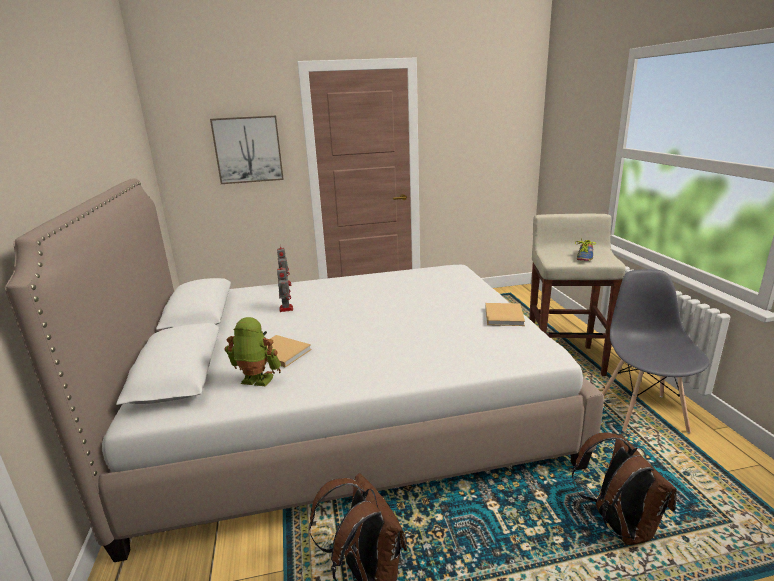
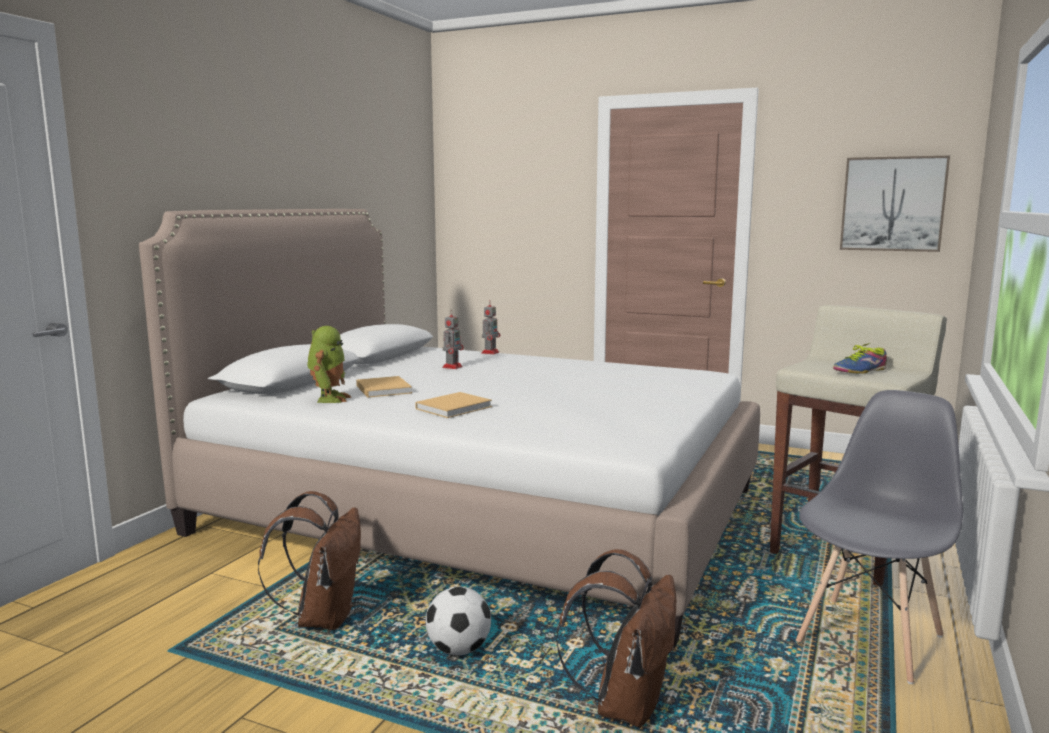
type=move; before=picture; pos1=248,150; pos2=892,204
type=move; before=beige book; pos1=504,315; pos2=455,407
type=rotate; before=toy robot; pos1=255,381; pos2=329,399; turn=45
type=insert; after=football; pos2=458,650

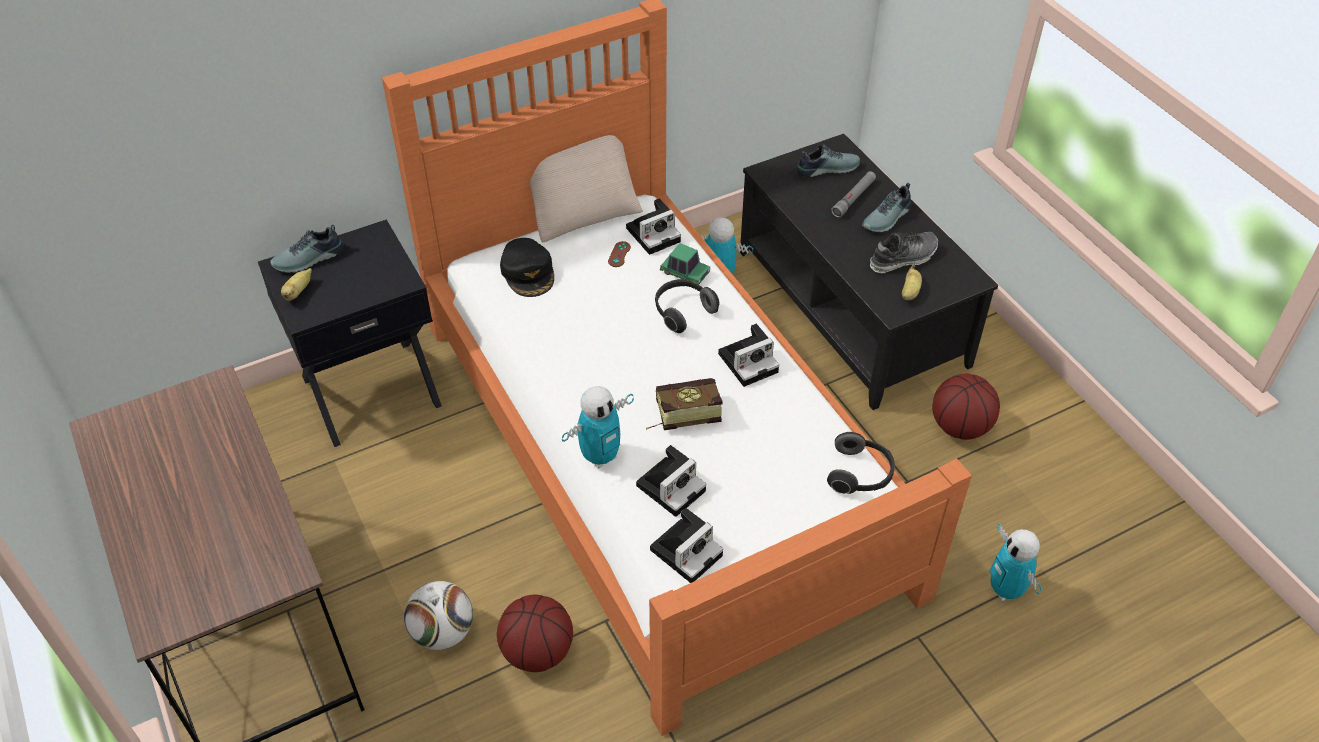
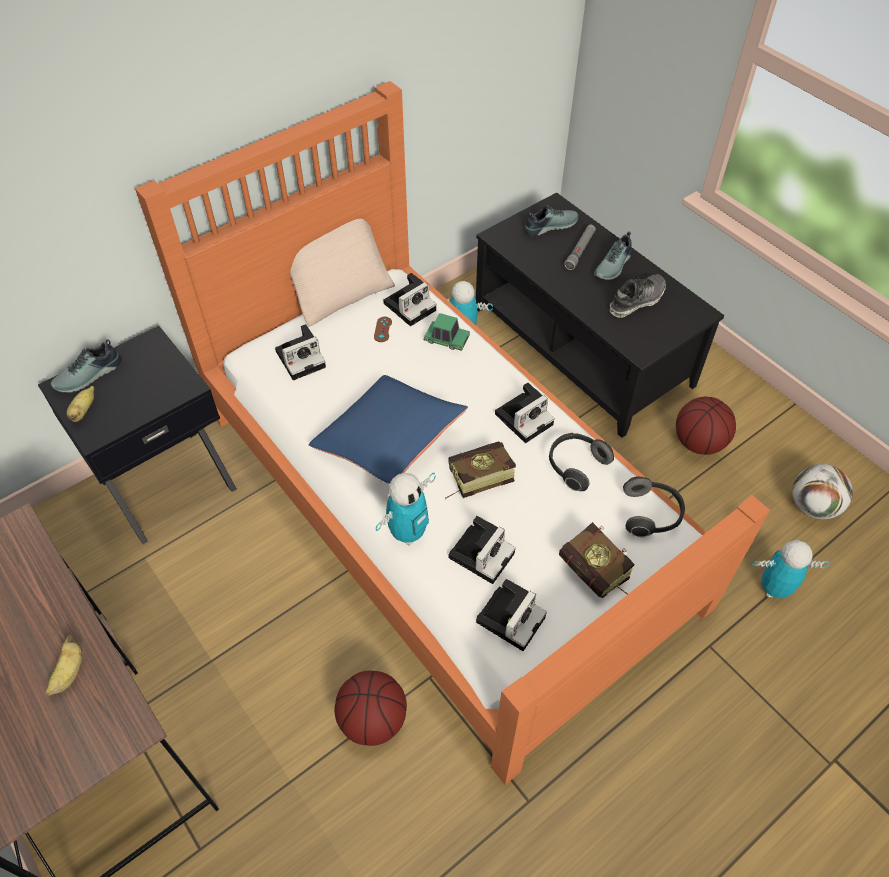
type=replace; before=black cap; after=photo camera; pos1=528,272; pos2=302,358
type=move; before=banana; pos1=909,292; pos2=69,673
type=move; before=headphones; pos1=682,312; pos2=575,466
type=rotate; before=toy robot; pos1=1006,590; pos2=774,588; turn=120
type=move; before=football; pos1=442,632; pos2=812,506
type=insert; after=blue pillow; pos2=389,440
type=insert; after=book; pos2=598,577

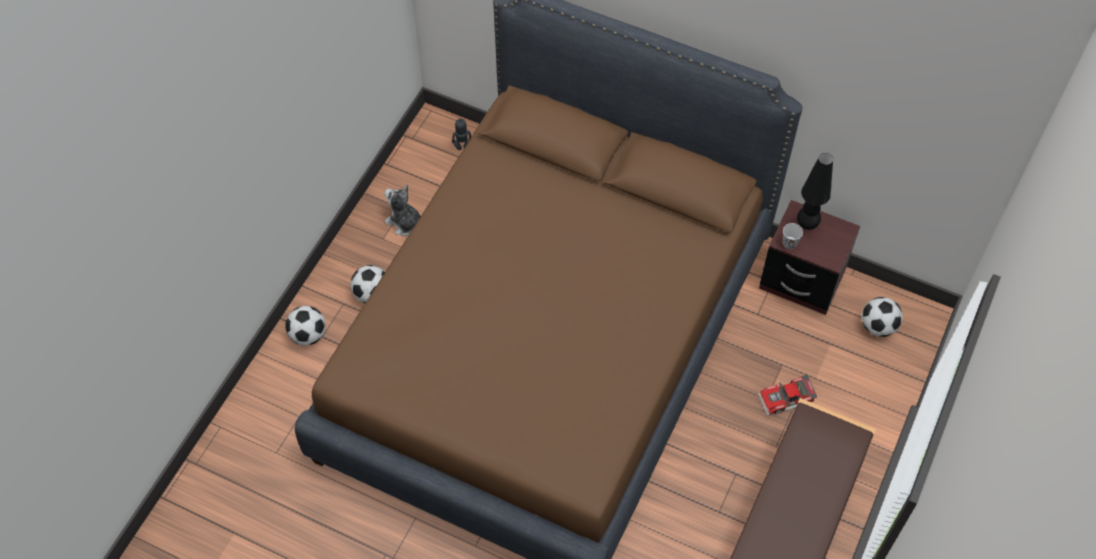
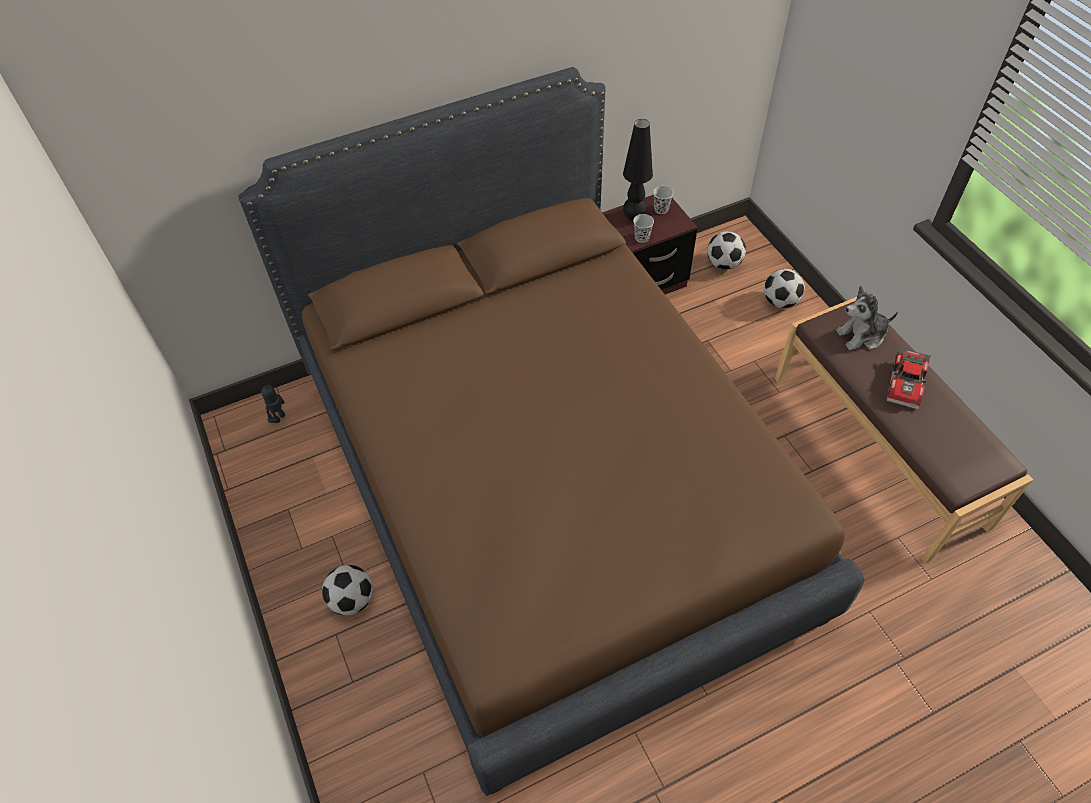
type=move; before=plush toy; pos1=405,223; pos2=862,335
type=move; before=football; pos1=308,335; pos2=780,301
type=move; before=toy car; pos1=786,400; pos2=907,384
type=insert; after=black cup; pos2=661,209

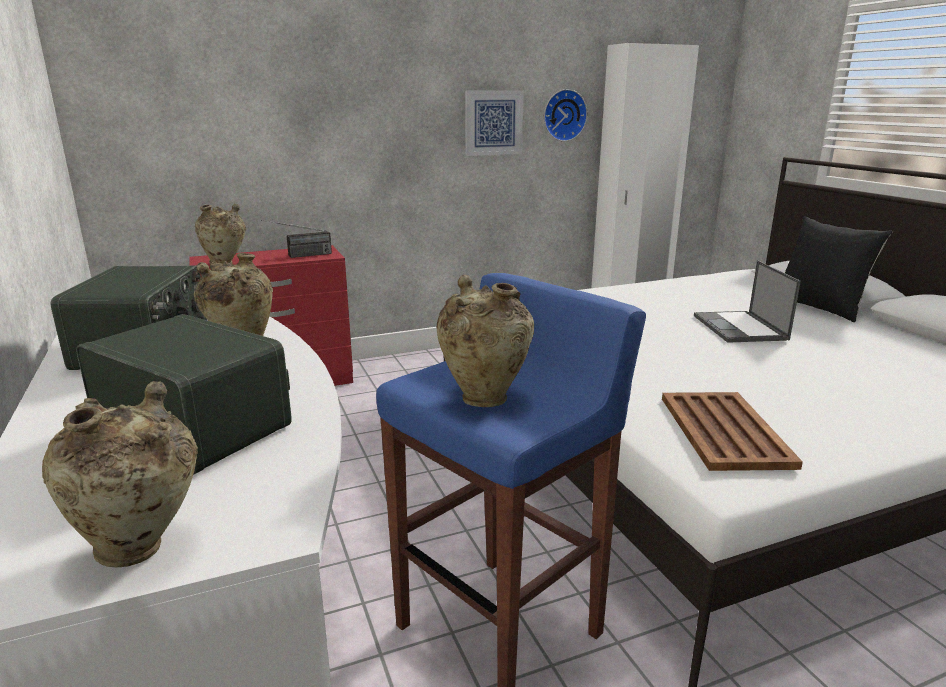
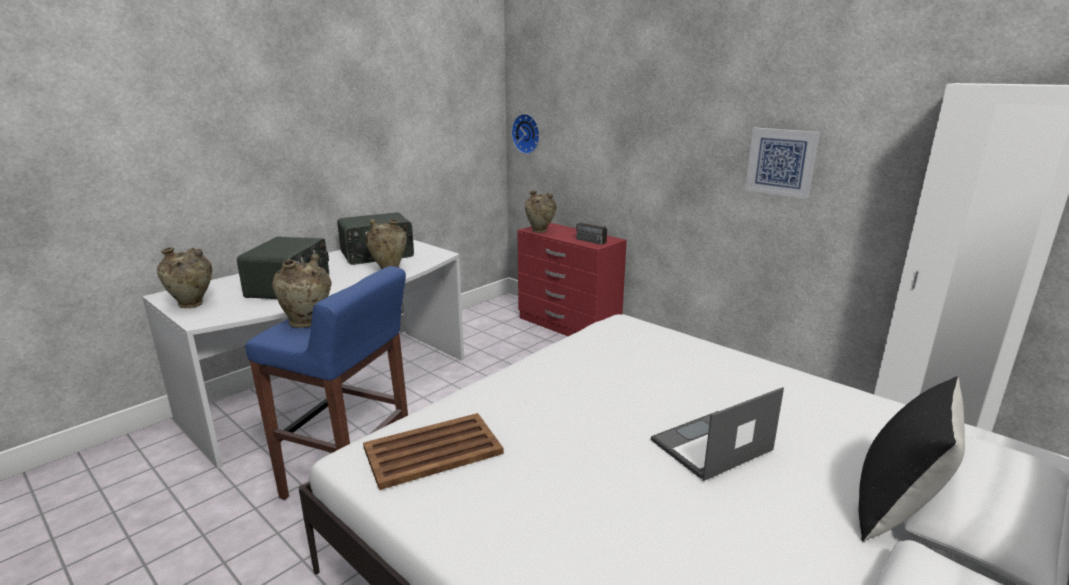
type=move; before=wall clock; pos1=563,115; pos2=527,133

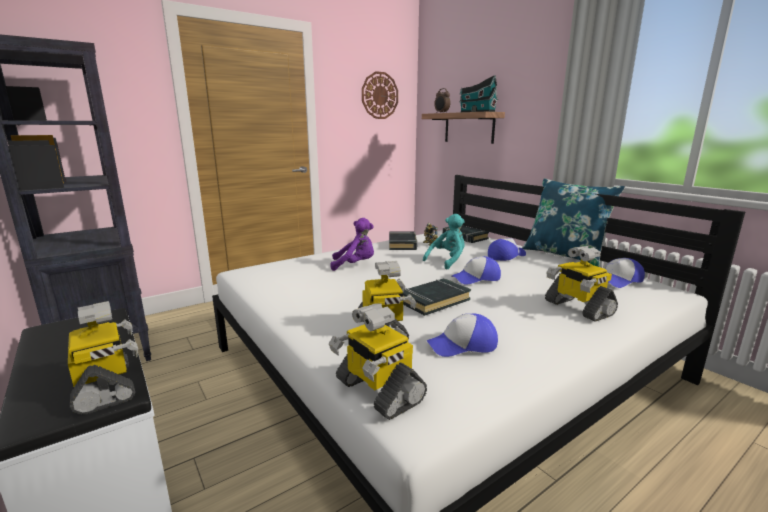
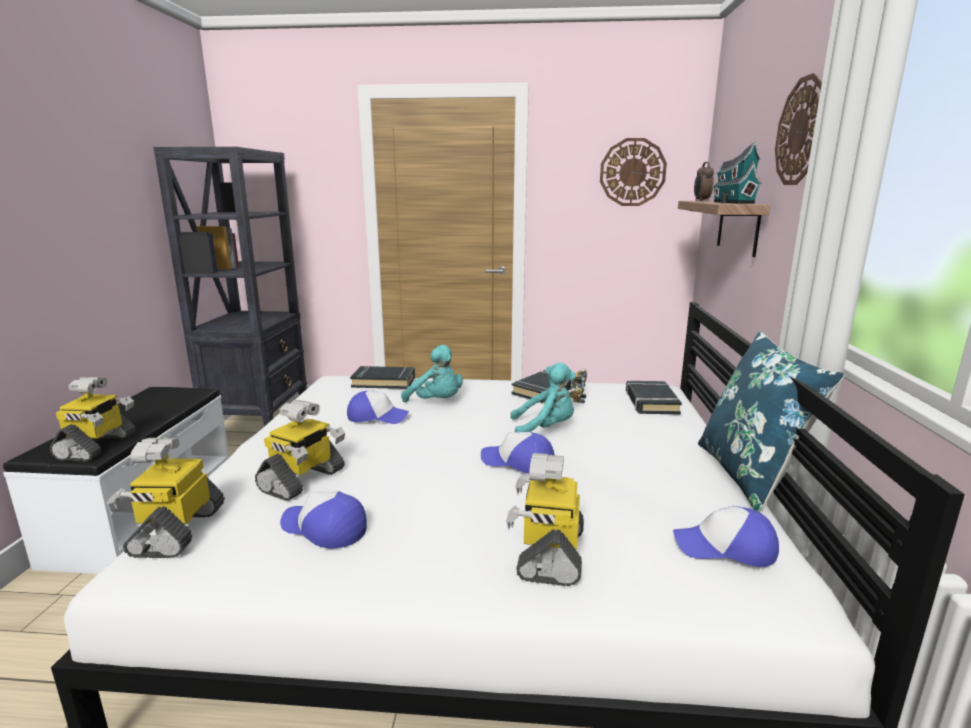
type=recolor; before=purple plush toy; after=turquoise plush toy; pos1=355,265; pos2=437,402
type=move; before=cap; pos1=506,256; pos2=377,417
type=move; before=black book; pos1=434,301; pos2=384,382
type=insert; after=wall clock; pos2=800,131

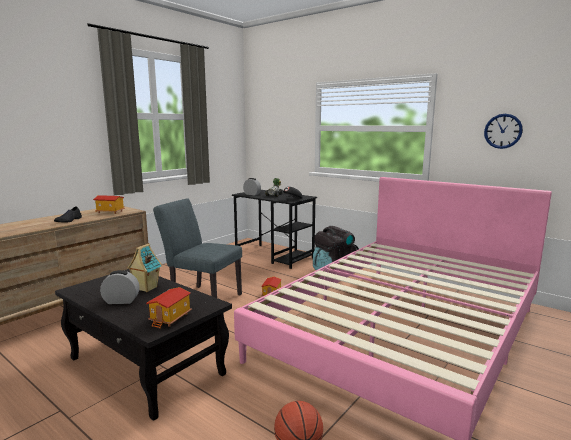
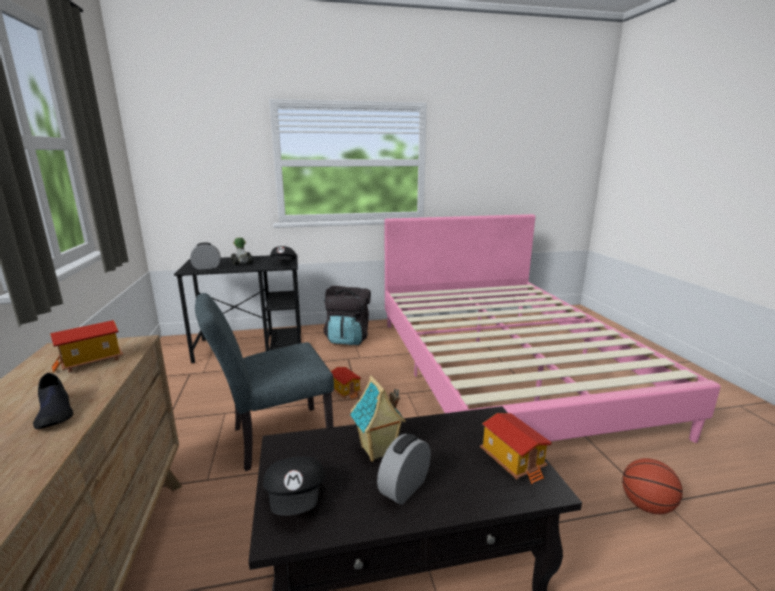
type=delete; before=wall clock; pos1=503,131
type=insert; after=black cap; pos2=296,497

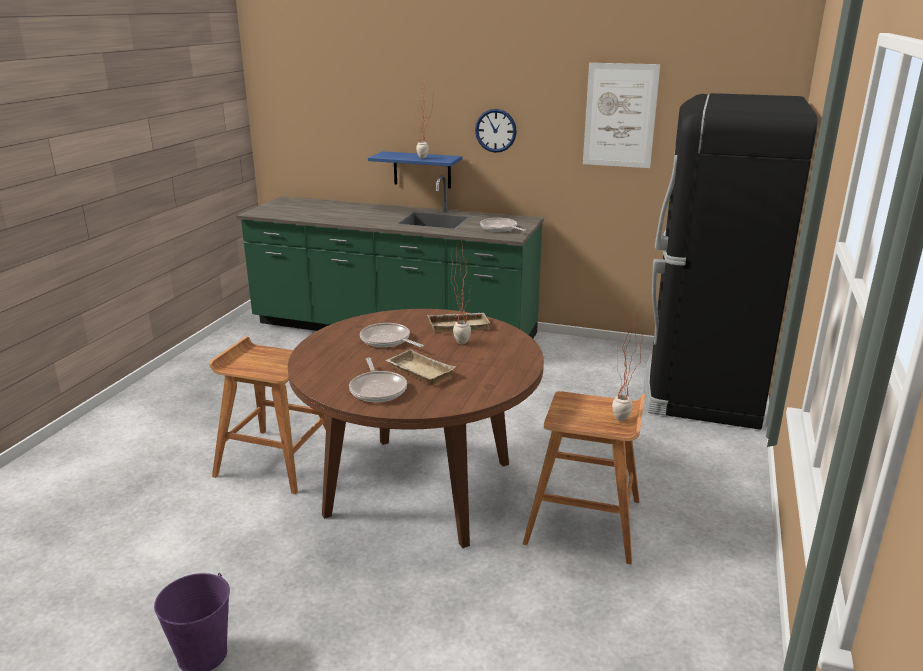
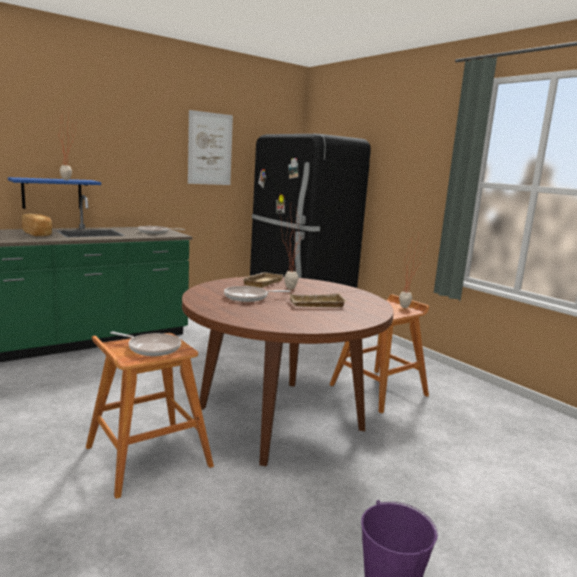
type=delete; before=wall clock; pos1=495,130
type=move; before=frying pan; pos1=378,389; pos2=152,348
type=insert; after=bread; pos2=38,233

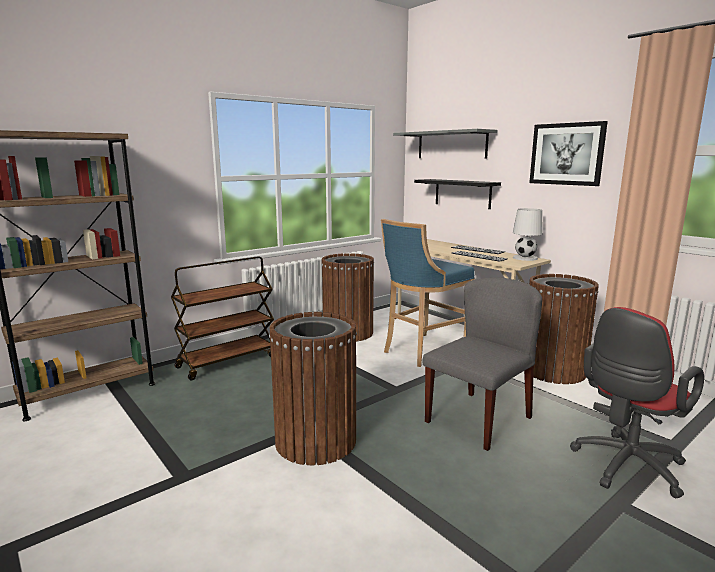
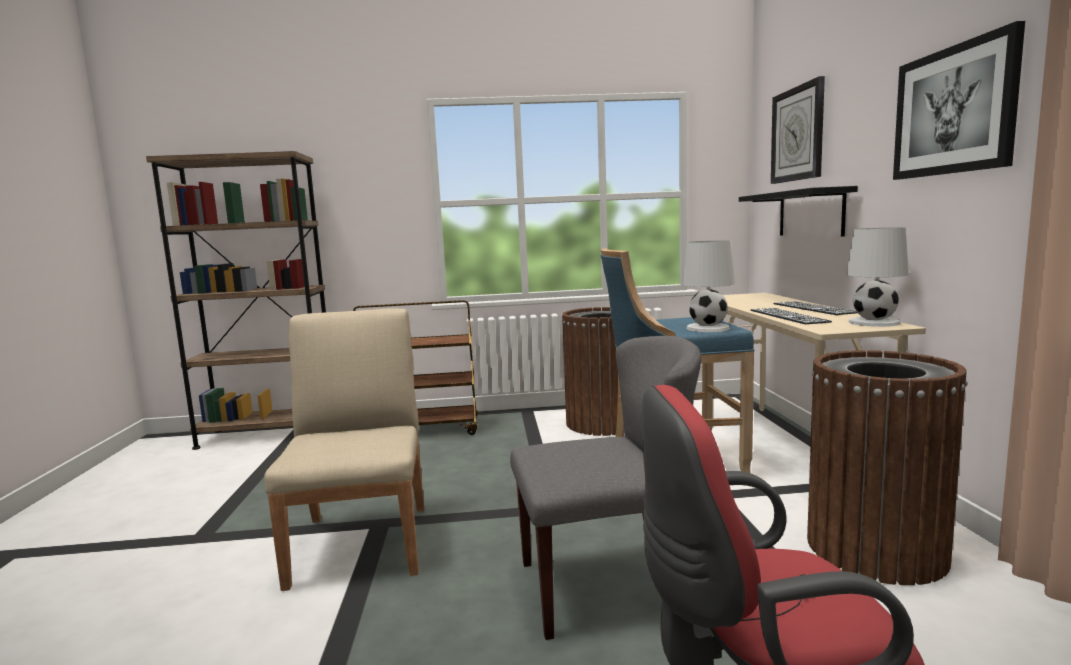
type=replace; before=grey shelf; after=wall clock; pos1=451,145; pos2=798,134
type=replace; before=brown trash can; after=beige chair; pos1=316,441; pos2=362,543
type=insert; after=white table lamp; pos2=708,328

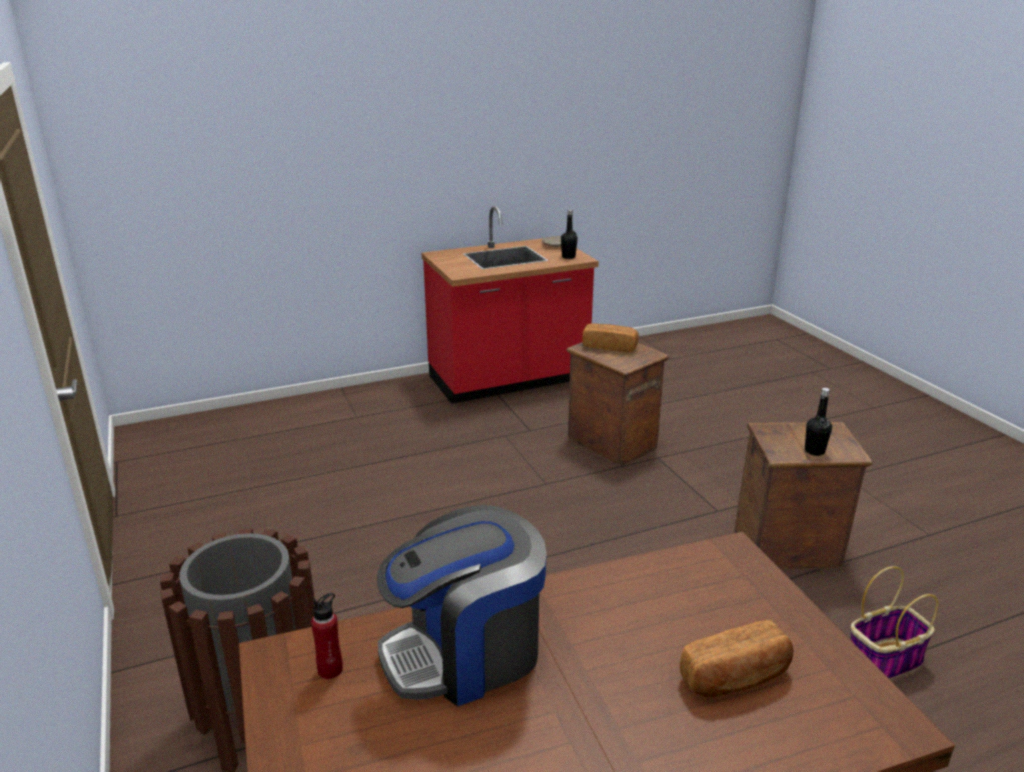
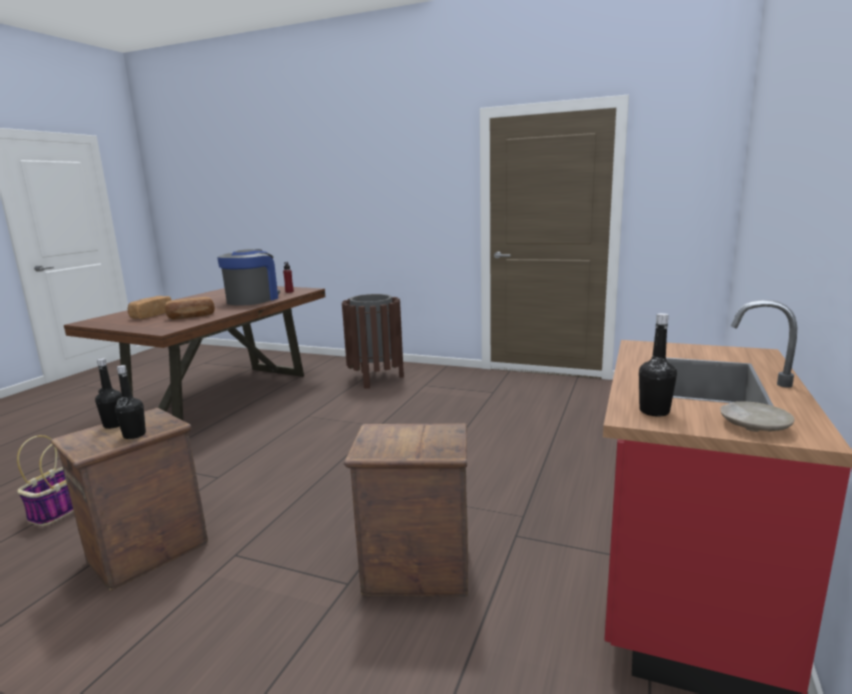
type=move; before=bread; pos1=609,347; pos2=191,316
type=insert; after=black bottle; pos2=134,435

